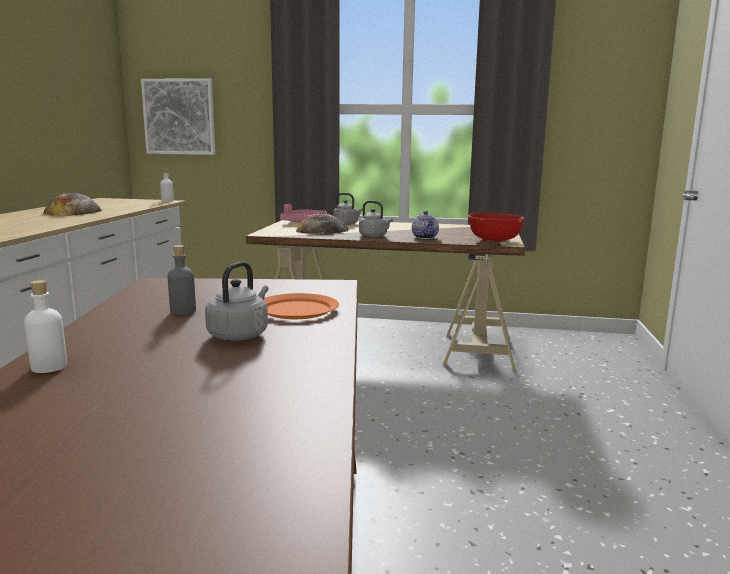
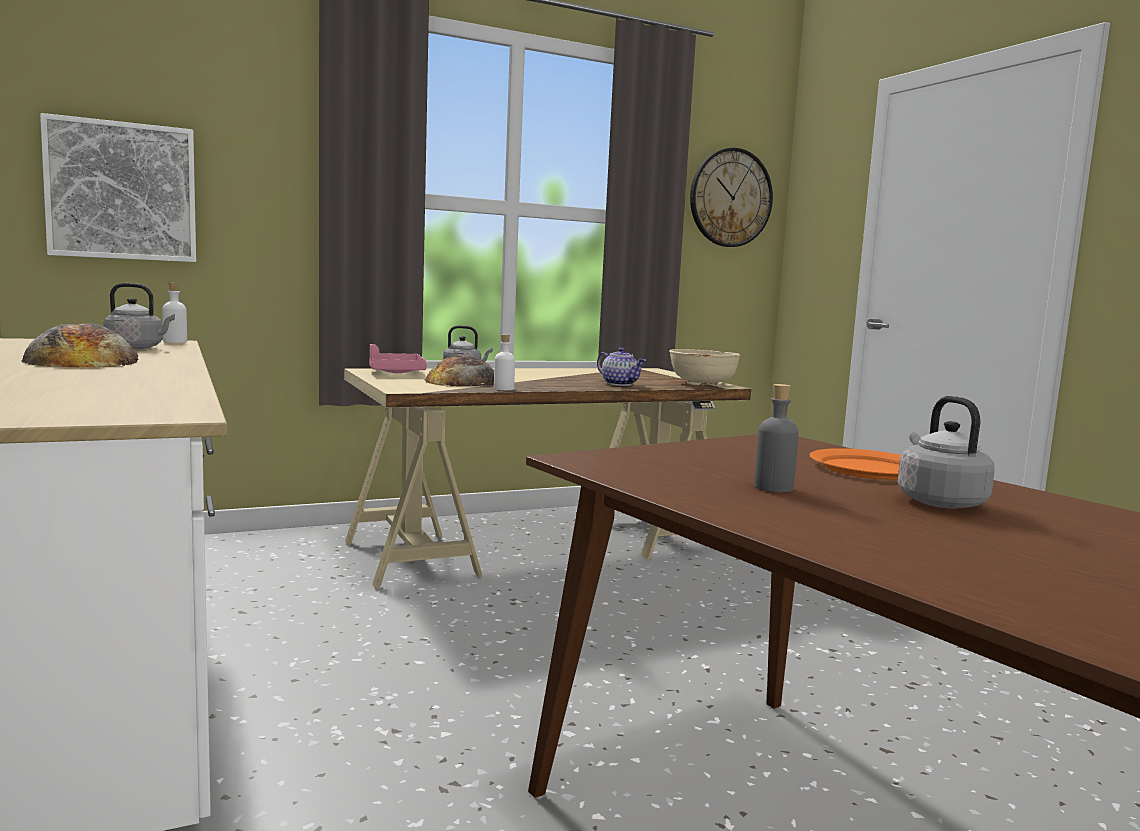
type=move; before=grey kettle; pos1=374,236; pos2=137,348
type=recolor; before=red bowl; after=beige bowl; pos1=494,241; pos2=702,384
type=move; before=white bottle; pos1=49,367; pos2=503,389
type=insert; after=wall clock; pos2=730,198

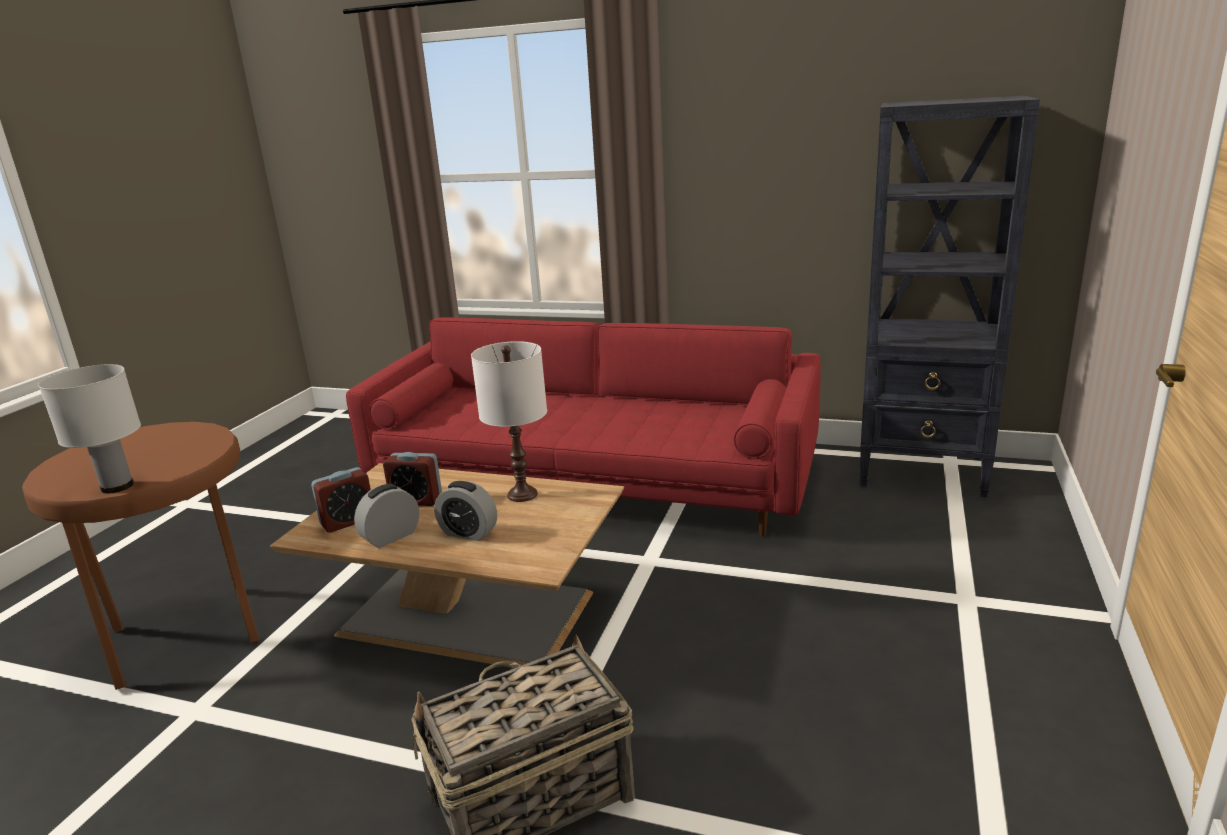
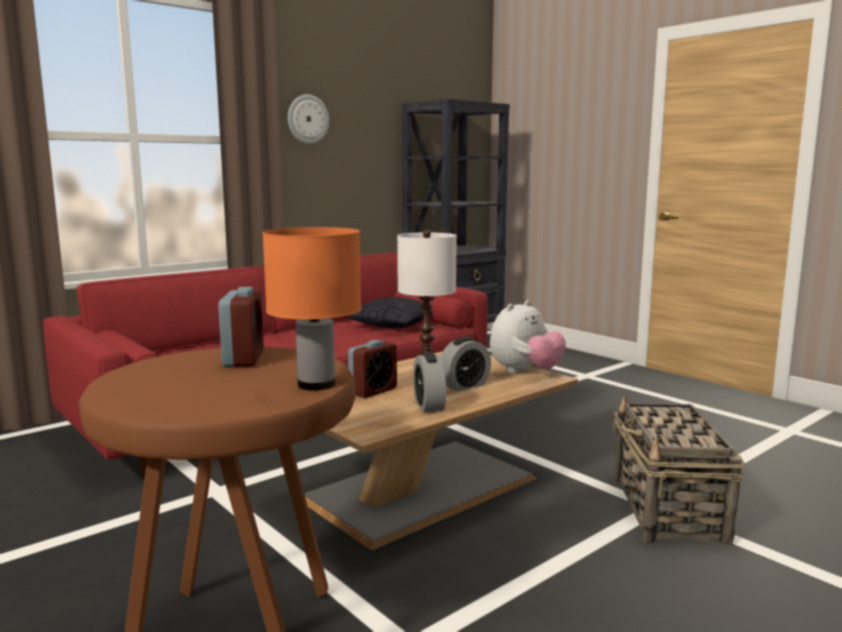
type=recolor; before=white table lamp; after=orange table lamp; pos1=116,487; pos2=317,385
type=move; before=alarm clock; pos1=348,521; pos2=243,359
type=insert; after=wall clock; pos2=307,119
type=insert; after=pillow; pos2=392,325
type=insert; after=plush toy; pos2=525,372

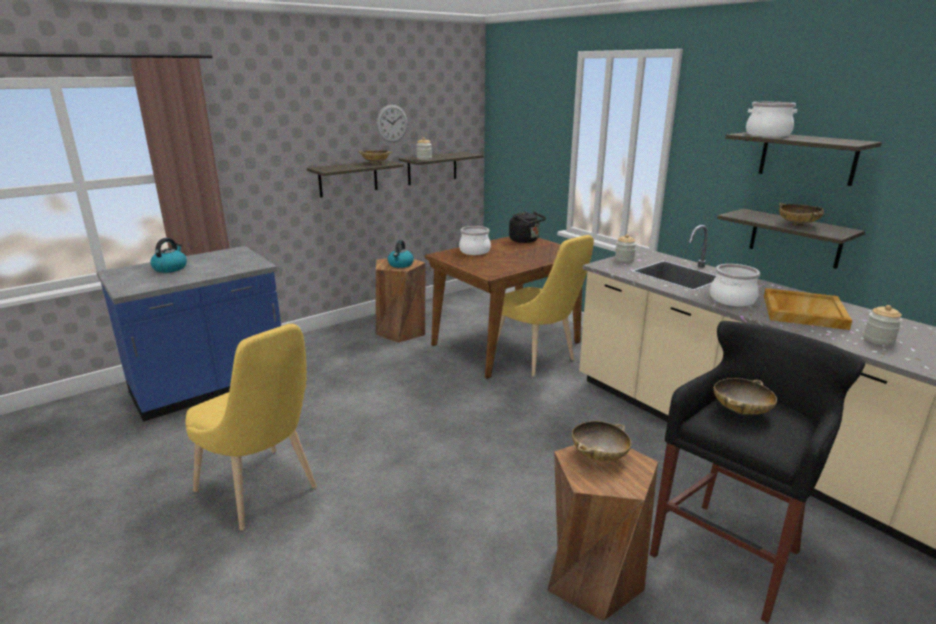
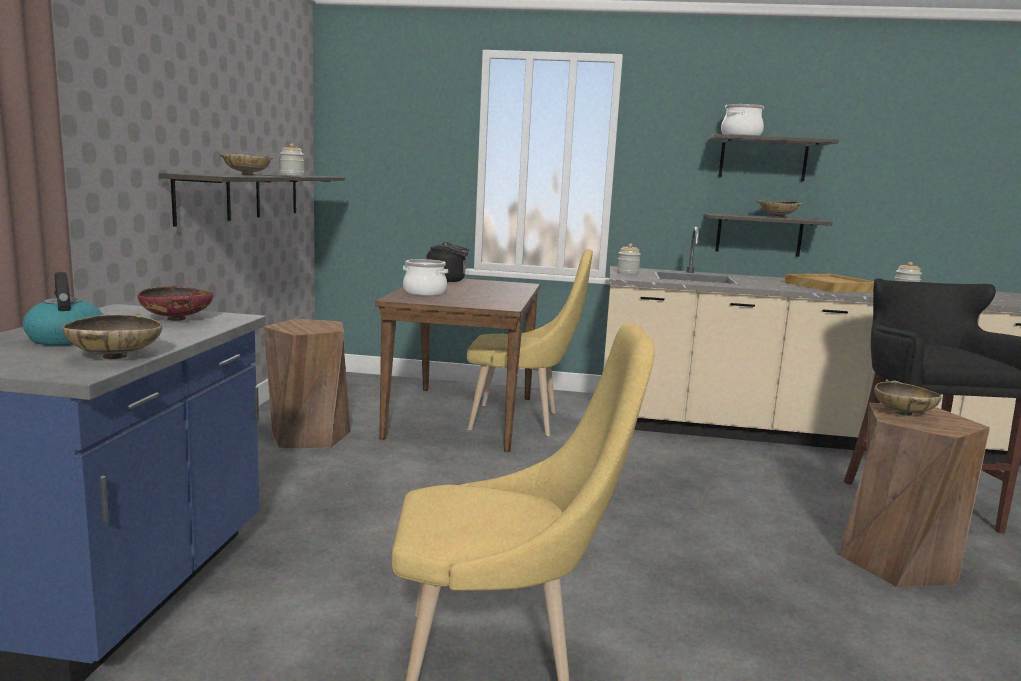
type=delete; before=wall clock; pos1=392,123
type=delete; before=kettle; pos1=400,264
type=delete; before=cooking pot; pos1=731,299
type=move; before=beige bowl; pos1=741,411; pos2=116,357
type=insert; after=red bowl; pos2=177,319

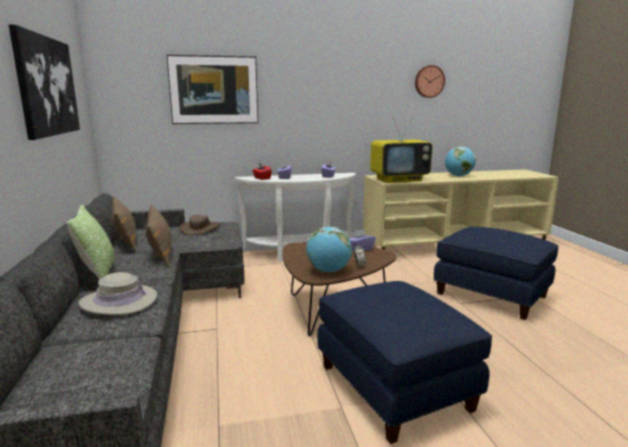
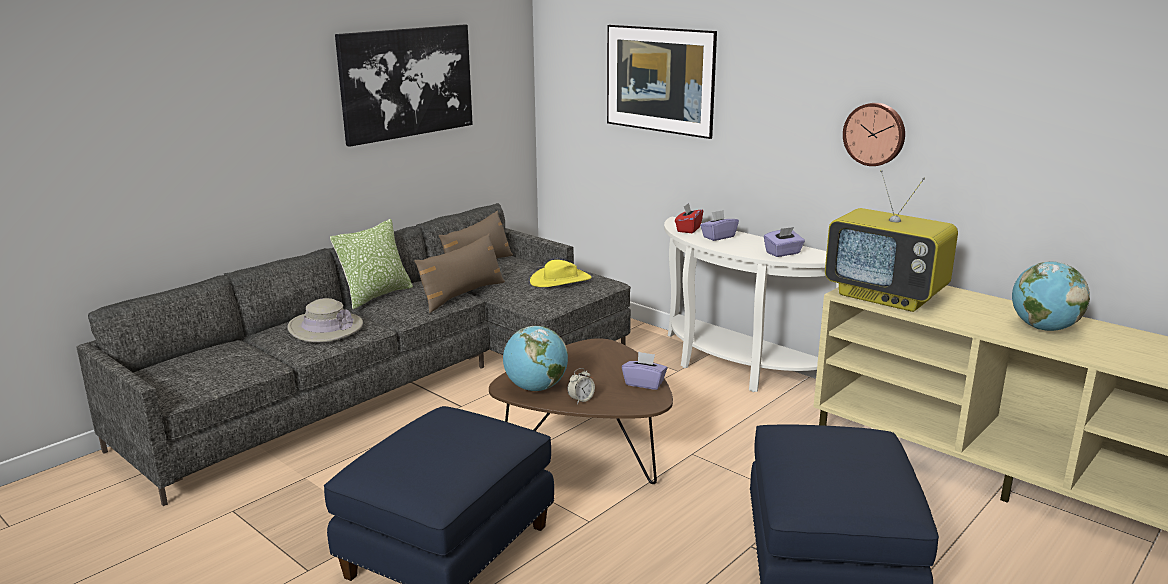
type=move; before=wall clock; pos1=429,81; pos2=875,134
type=recolor; before=brown hat; after=yellow hat; pos1=201,228; pos2=560,280

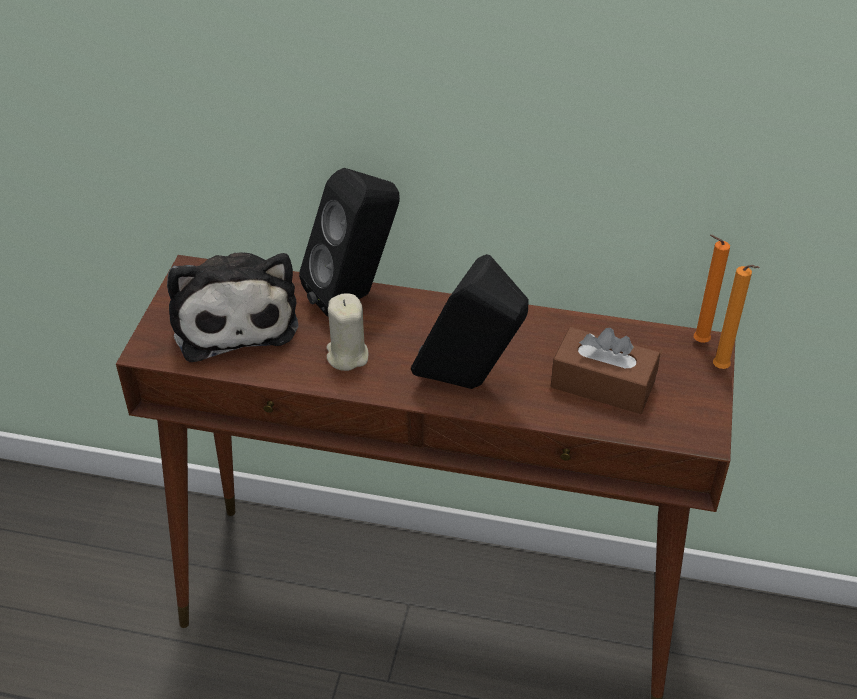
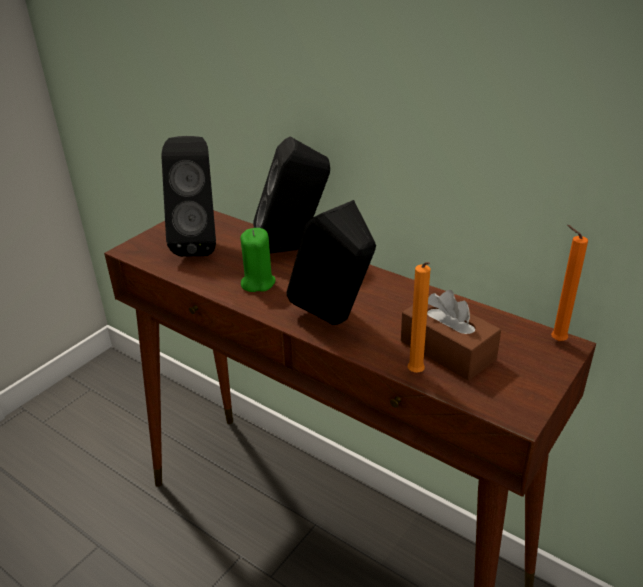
type=replace; before=plush toy; after=black speaker; pos1=233,318; pos2=199,244
type=move; before=orange candle; pos1=722,370; pos2=416,374
type=recolor; before=beige candle; after=green candle; pos1=347,355; pos2=258,283

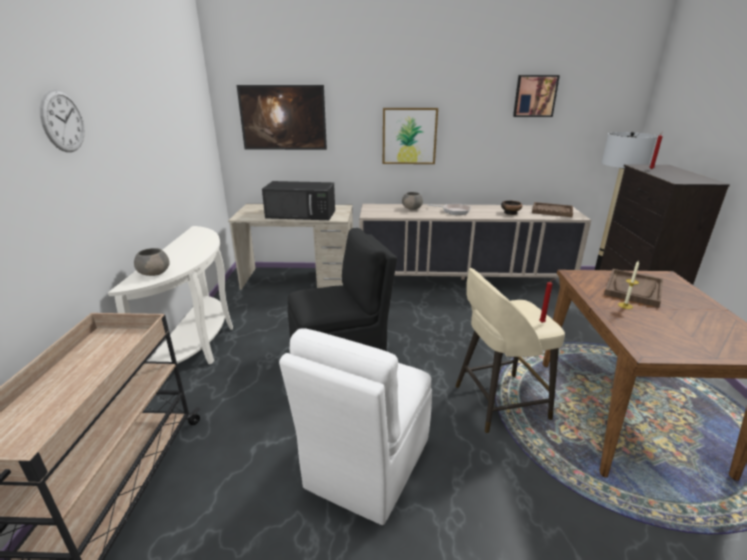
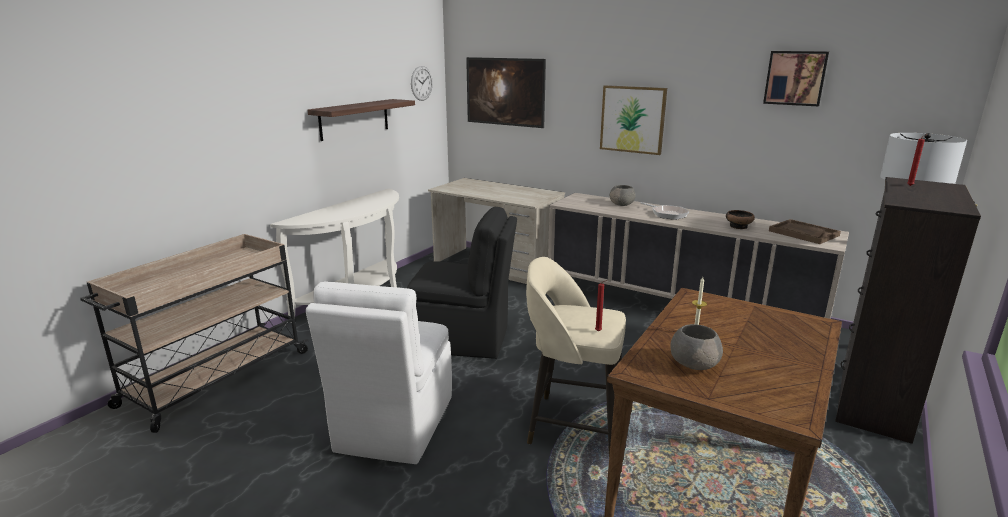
type=move; before=wall clock; pos1=63,121; pos2=421,83
type=delete; before=black microwave; pos1=302,214
type=move; before=grey bowl; pos1=155,273; pos2=694,364
type=delete; before=brown tray; pos1=633,289
type=rotate; before=white chair; pos1=366,465; pos2=393,426; turn=-45
type=insert; after=shelf; pos2=354,119

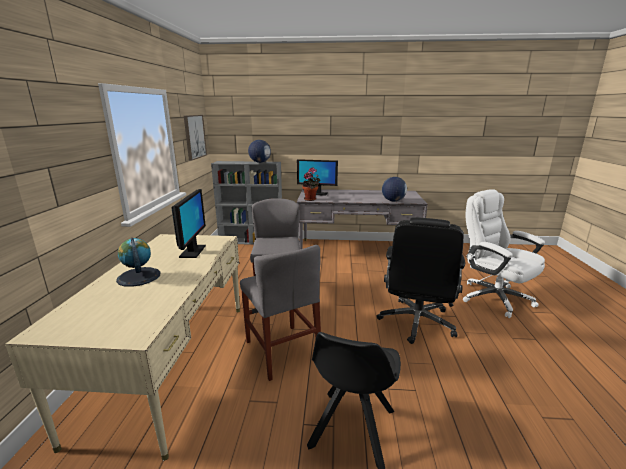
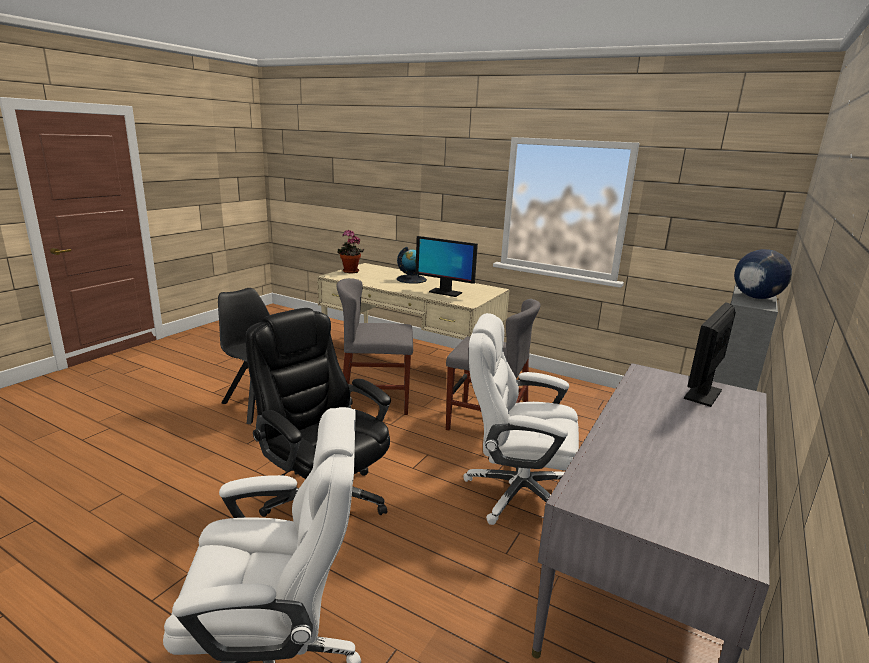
type=delete; before=picture; pos1=194,136
type=move; before=potted plant; pos1=311,199; pos2=350,272
type=delete; before=globe; pos1=393,201
type=insert; after=white office chair; pos2=517,493

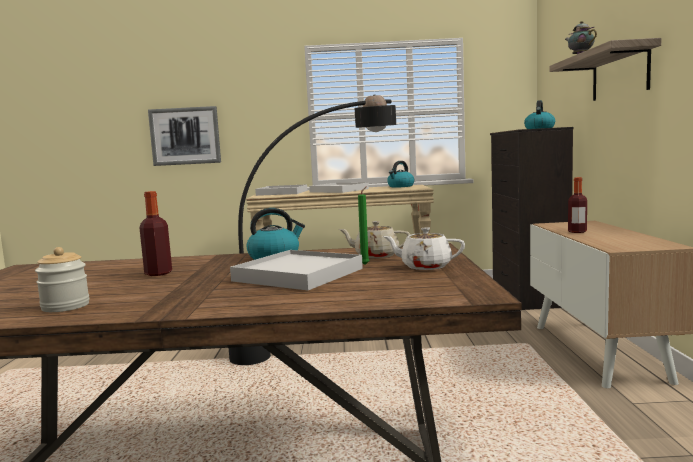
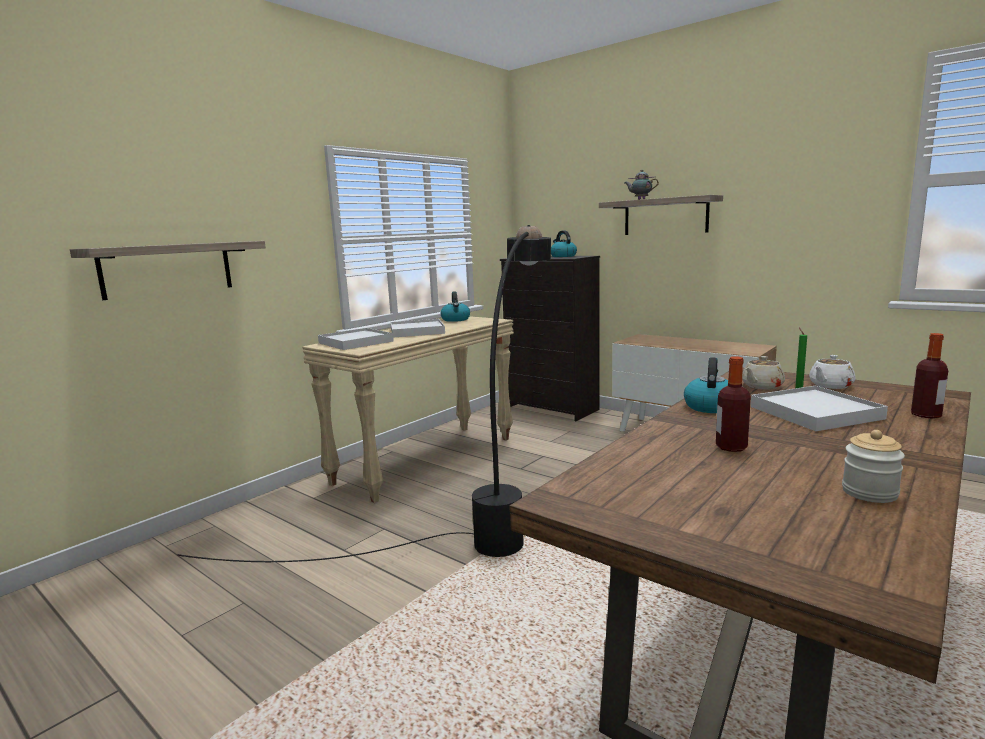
type=replace; before=picture; after=shelf; pos1=185,136; pos2=167,269
type=move; before=bottle; pos1=577,232; pos2=926,415

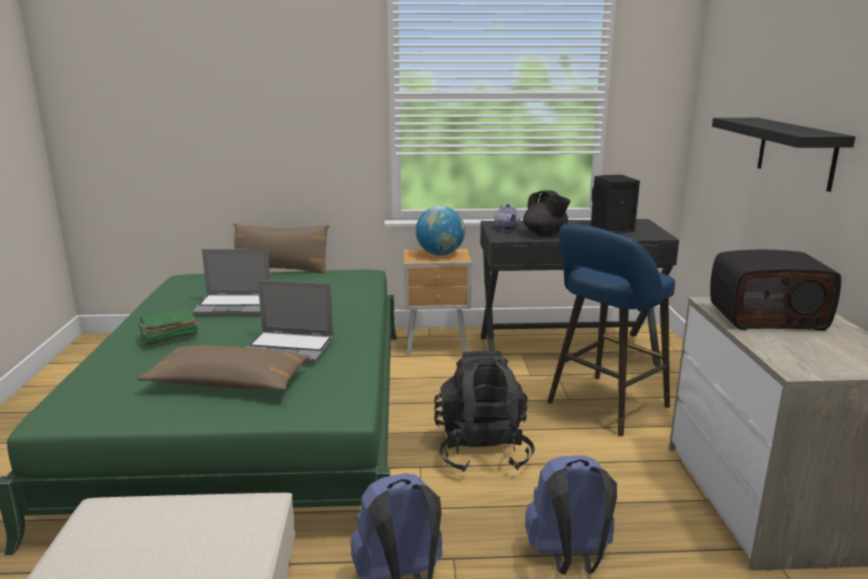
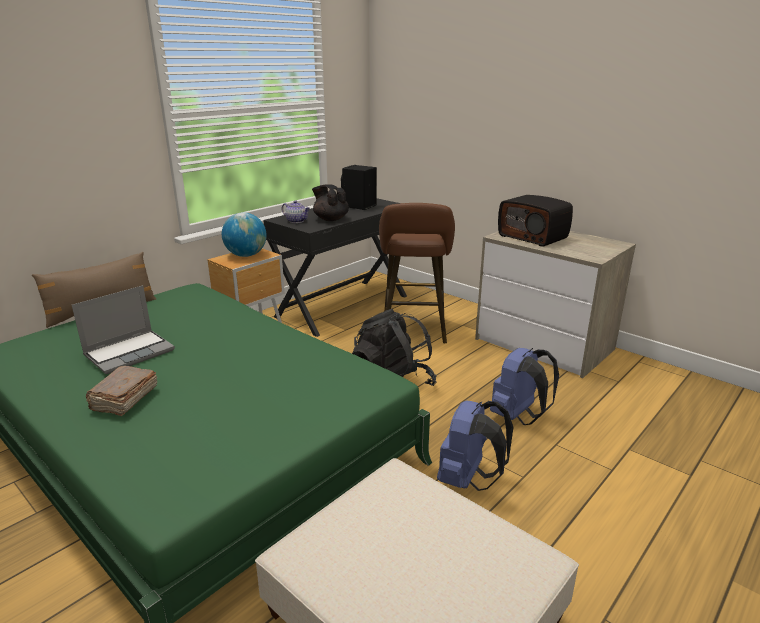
type=delete; before=black shelf; pos1=796,152
type=rotate; before=black teapot; pos1=545,234; pos2=330,219; turn=-150
type=recolor; before=blue stool; after=brown stool; pos1=603,407; pos2=414,331
type=rotate; before=radio; pos1=766,317; pos2=533,237; turn=90
type=delete; before=laptop; pos1=290,348
type=recolor; before=green book; after=brown book; pos1=168,336; pos2=124,400
type=delete; before=brown pillow; pos1=229,383

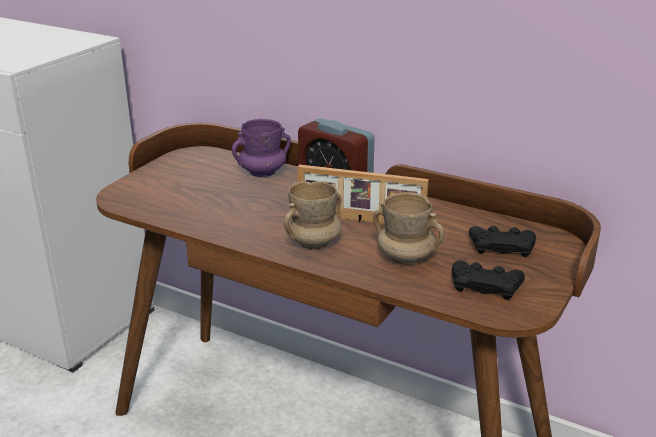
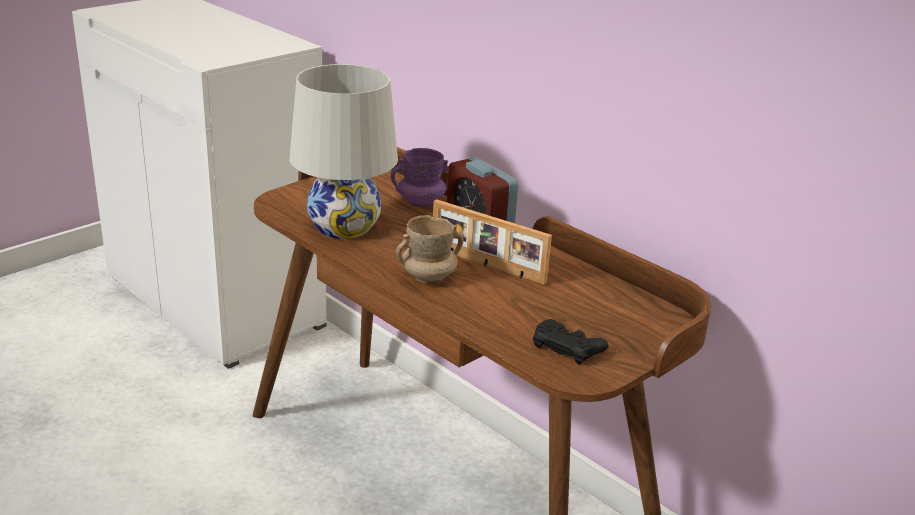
type=delete; before=beige mug; pos1=406,257
type=delete; before=black game controller; pos1=501,246
type=insert; after=white table lamp; pos2=344,227

